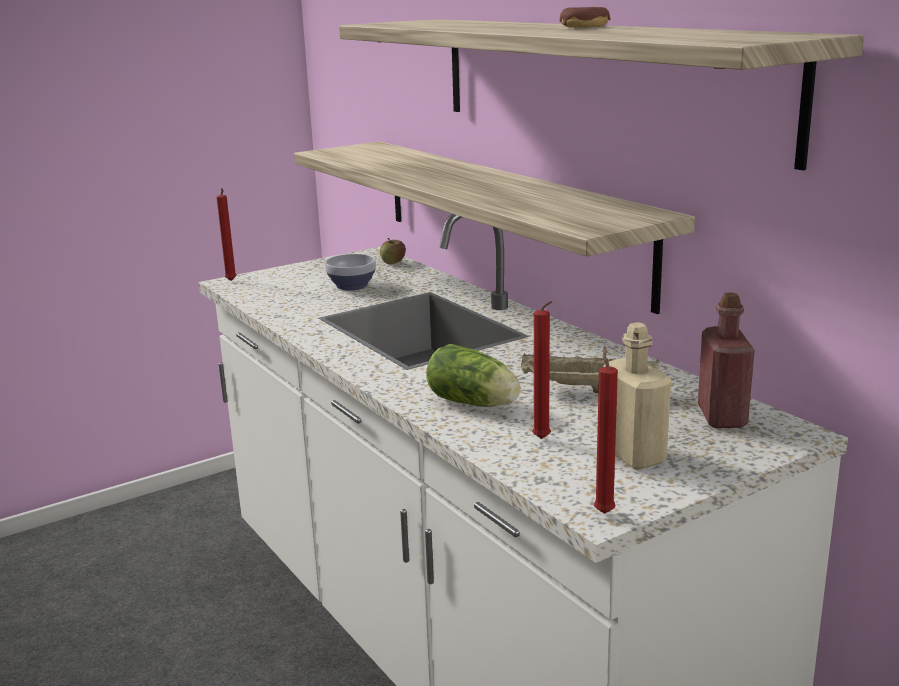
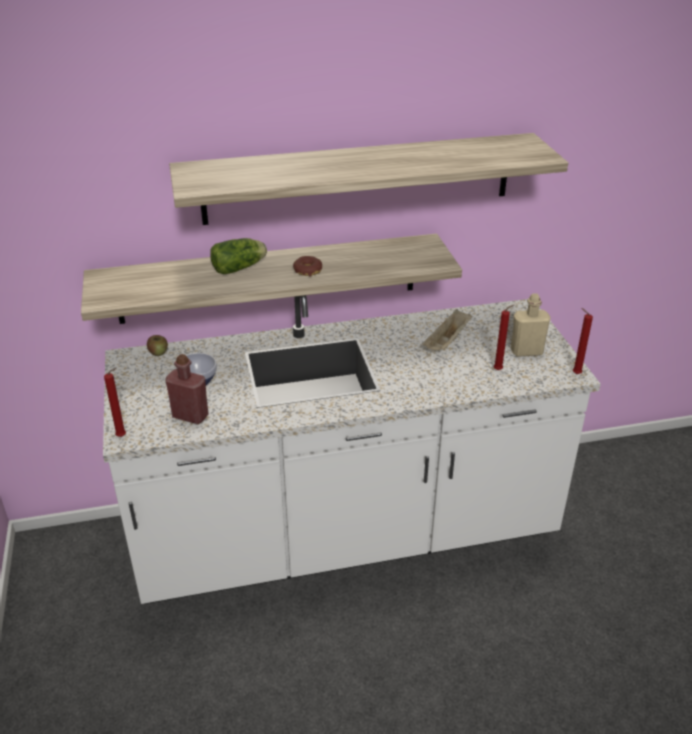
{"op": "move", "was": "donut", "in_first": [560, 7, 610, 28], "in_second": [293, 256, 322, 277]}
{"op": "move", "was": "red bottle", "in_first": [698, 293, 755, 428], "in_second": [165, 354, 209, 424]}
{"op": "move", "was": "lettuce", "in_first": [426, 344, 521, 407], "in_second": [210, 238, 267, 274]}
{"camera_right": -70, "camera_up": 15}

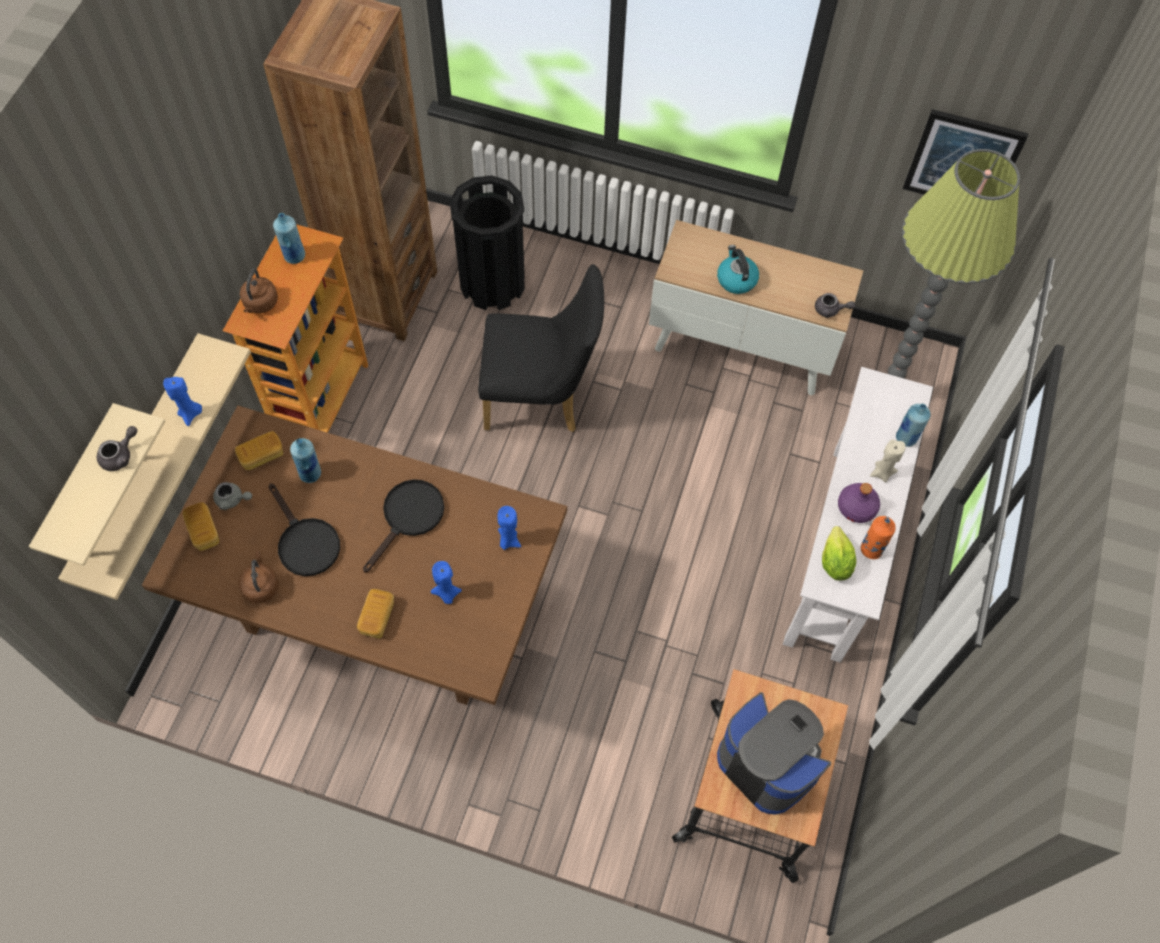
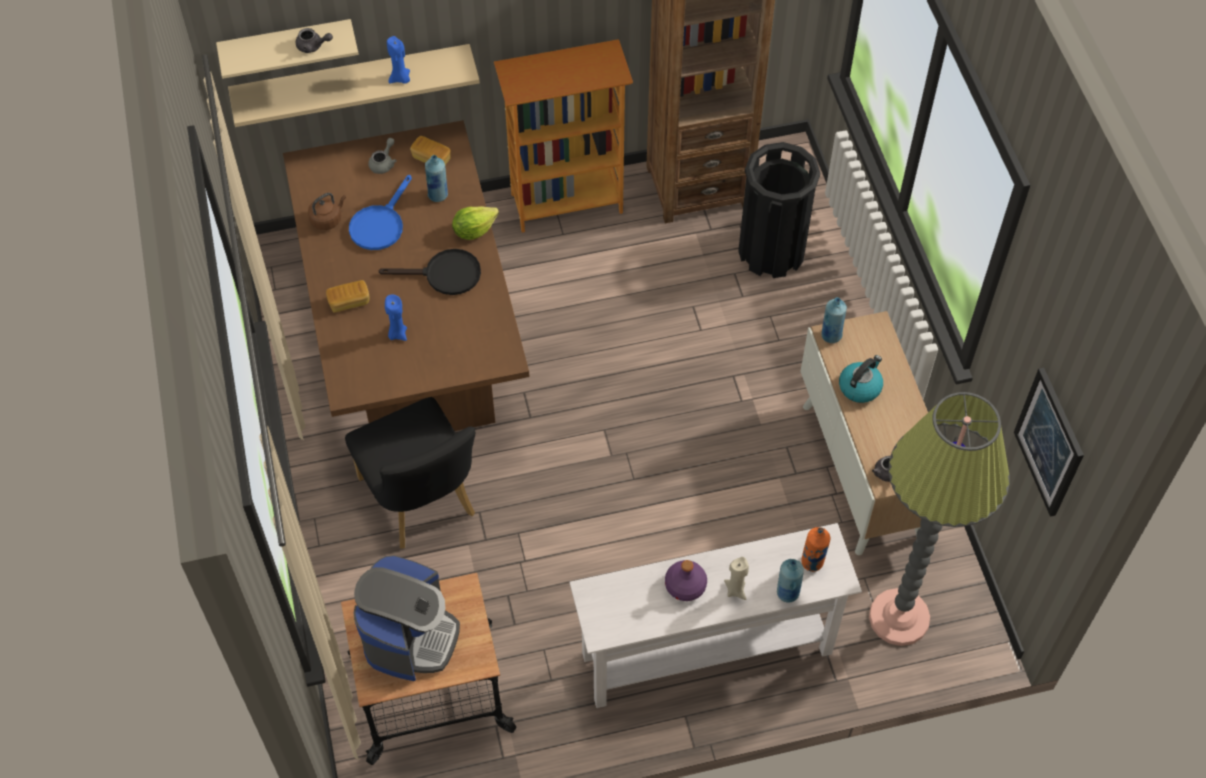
{"op": "move", "was": "blue bottle", "in_first": [273, 213, 305, 264], "in_second": [821, 297, 847, 343]}
{"op": "move", "was": "black chair", "in_first": [478, 264, 604, 432], "in_second": [345, 397, 475, 549]}
{"op": "delete", "was": "brown kettle", "in_first": [240, 269, 278, 313]}
{"op": "rotate", "was": "grey teapot", "in_first": [213, 482, 252, 510], "in_second": [368, 138, 397, 174], "clockwise": -135}
{"op": "recolor", "was": "black frying pan", "now": "blue frying pan", "in_first": [269, 483, 340, 576], "in_second": [349, 175, 412, 250]}
{"op": "delete", "was": "bread", "in_first": [183, 503, 219, 551]}
{"op": "delete", "was": "blue candle", "in_first": [498, 506, 521, 550]}
{"op": "move", "was": "orange bottle", "in_first": [861, 516, 896, 559], "in_second": [801, 527, 831, 572]}
{"op": "move", "was": "lettuce", "in_first": [822, 526, 856, 580], "in_second": [452, 206, 499, 240]}
{"camera_right": 60, "camera_up": -5}

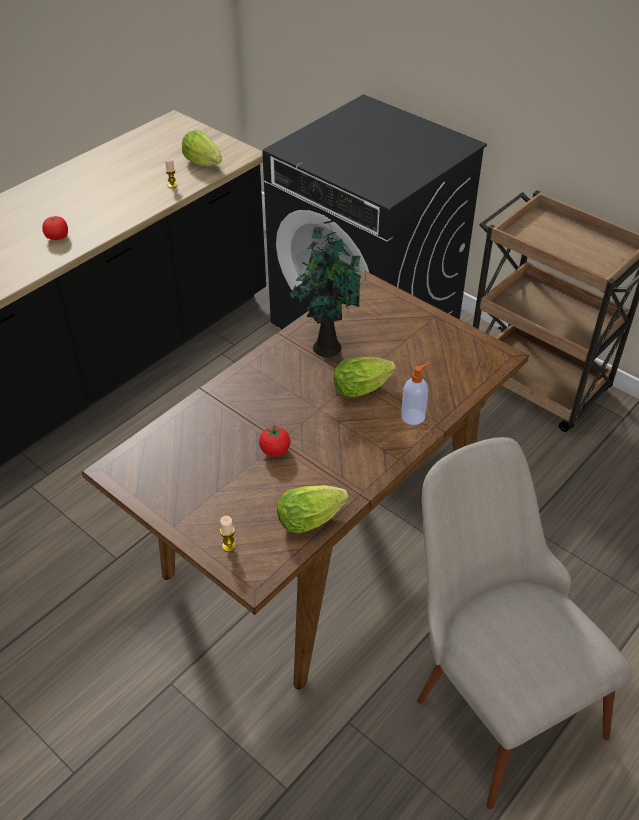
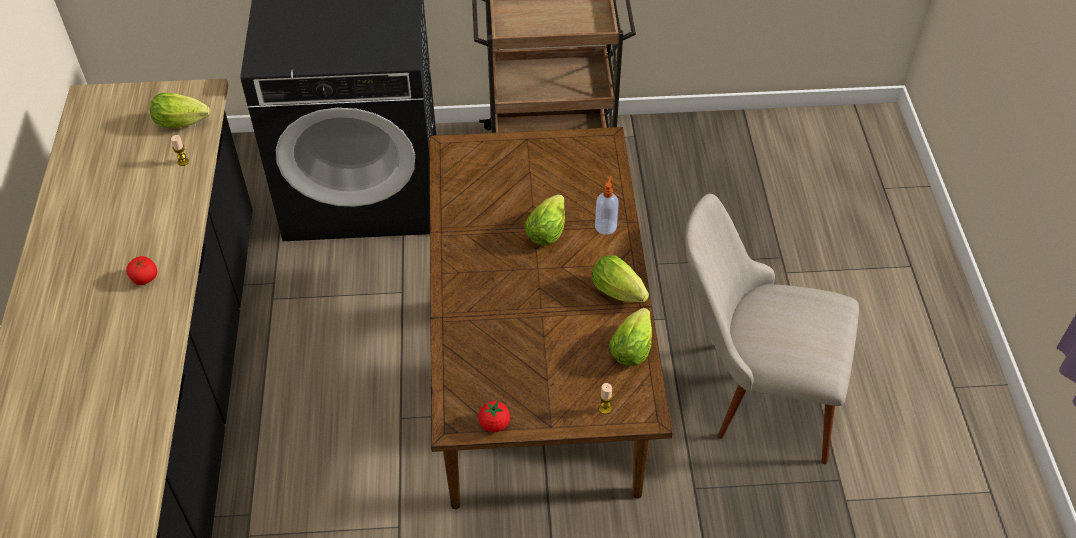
{"op": "delete", "was": "potted plant", "in_first": [290, 220, 361, 357]}
{"op": "move", "was": "tomato", "in_first": [259, 424, 290, 457], "in_second": [478, 401, 510, 432]}
{"op": "insert", "now": "lettuce", "in_second": [592, 255, 649, 302]}
{"camera_right": -45, "camera_up": 5}

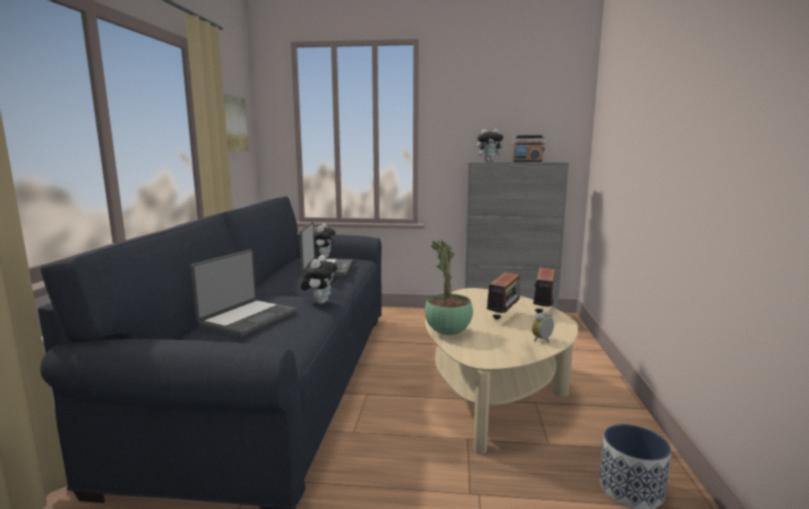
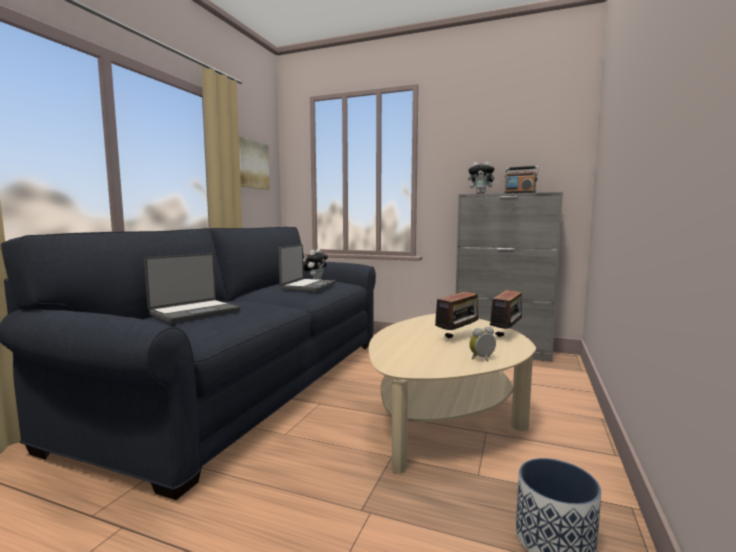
{"op": "delete", "was": "potted plant", "in_first": [425, 240, 473, 335]}
{"op": "delete", "was": "plush toy", "in_first": [301, 255, 337, 304]}
{"camera_right": 15, "camera_up": -5}

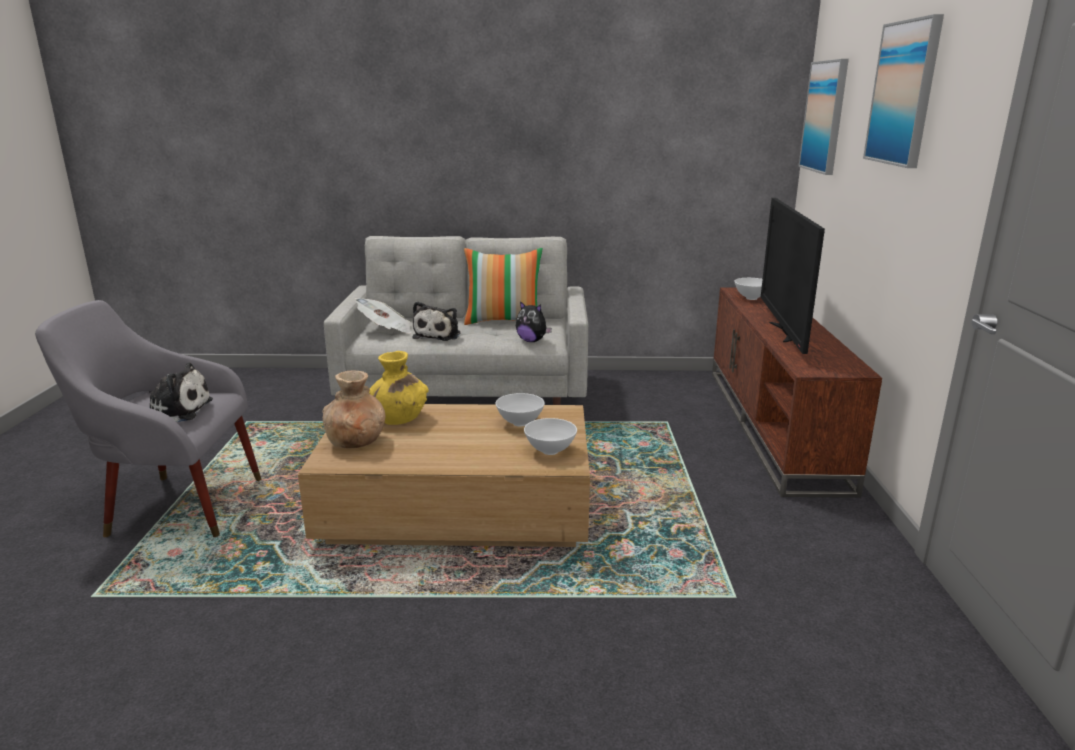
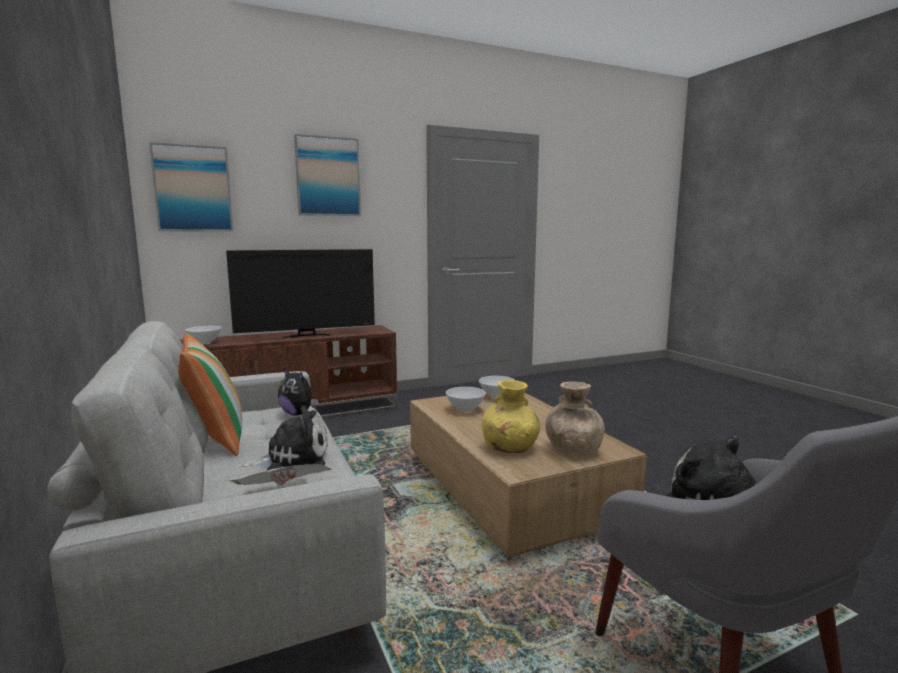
{"op": "rotate", "was": "plush toy", "in_first": [516, 301, 552, 342], "in_second": [278, 368, 318, 415], "clockwise": 120}
{"camera_right": -115, "camera_up": -10}

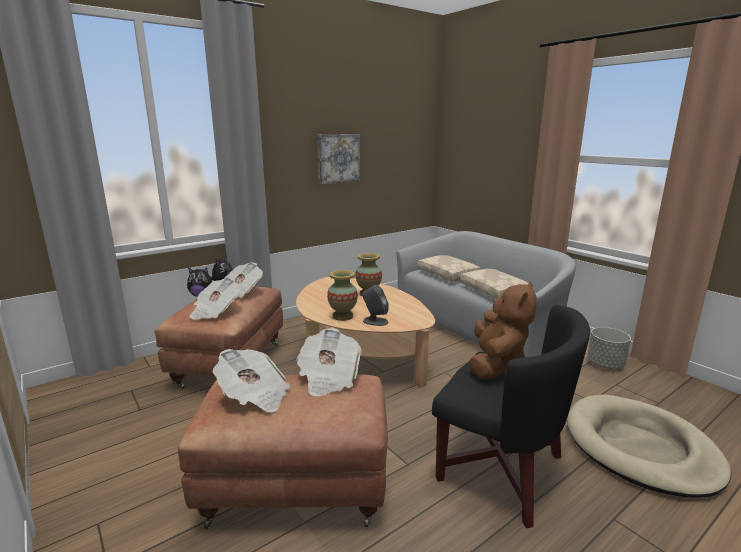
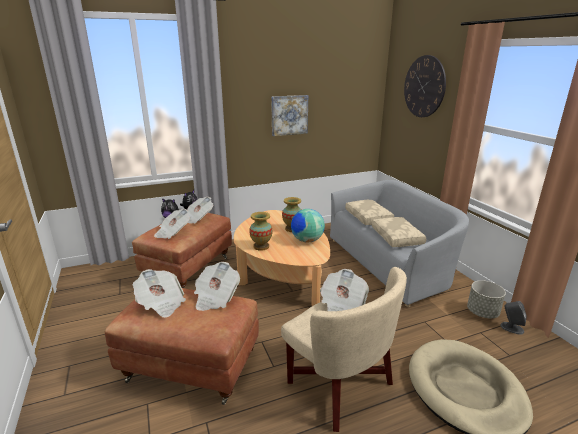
{"op": "replace", "was": "brown plush toy", "now": "newspaper", "in_first": [469, 281, 537, 379], "in_second": [320, 269, 369, 311]}
{"op": "move", "was": "grey speaker", "in_first": [362, 285, 389, 326], "in_second": [500, 301, 527, 335]}
{"op": "recolor", "was": "black armchair", "now": "beige armchair", "in_first": [432, 305, 590, 528], "in_second": [281, 267, 407, 432]}
{"op": "insert", "now": "wall clock", "in_second": [404, 55, 446, 117]}
{"op": "insert", "now": "globe", "in_second": [291, 209, 325, 243]}
{"camera_right": 15, "camera_up": 5}

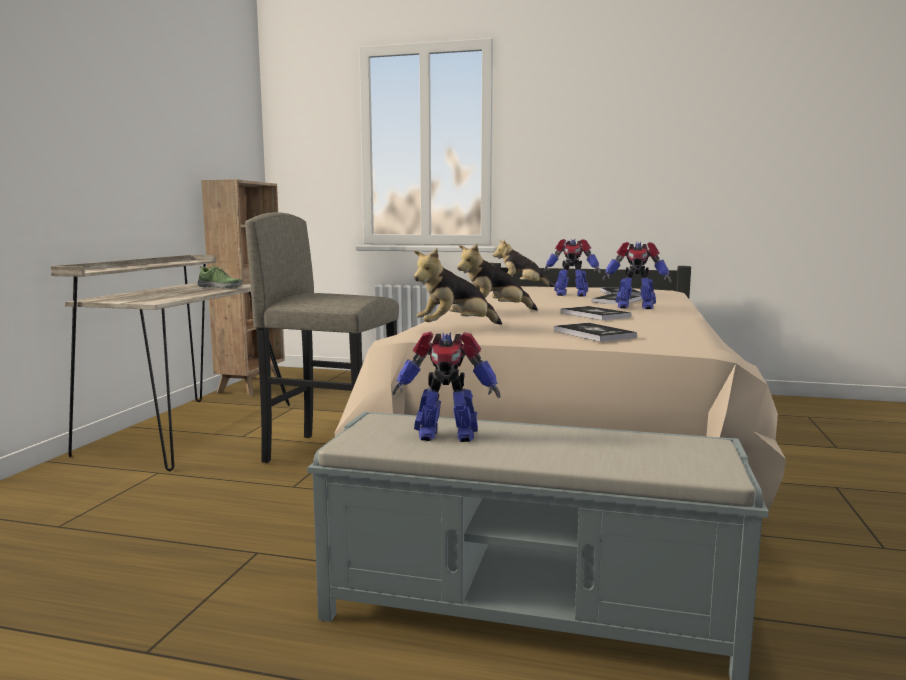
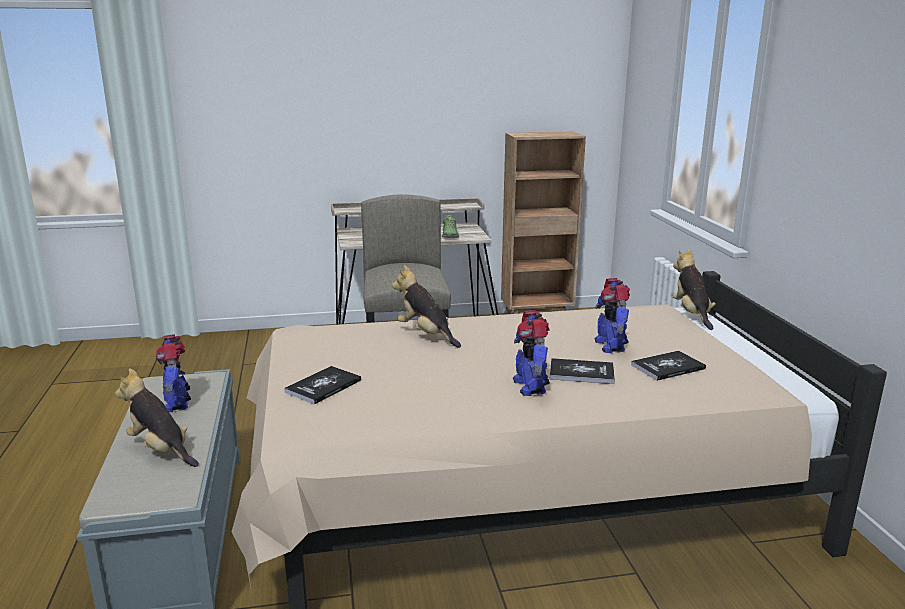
{"op": "move", "was": "plush toy", "in_first": [414, 248, 502, 325], "in_second": [115, 368, 199, 467]}
{"op": "delete", "was": "book", "in_first": [560, 306, 631, 320]}
{"camera_right": 65, "camera_up": 10}

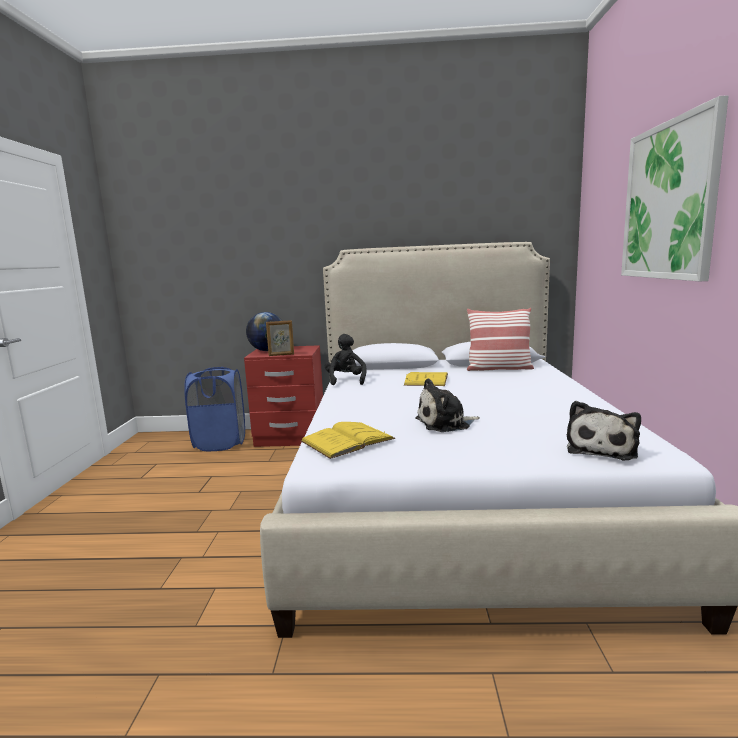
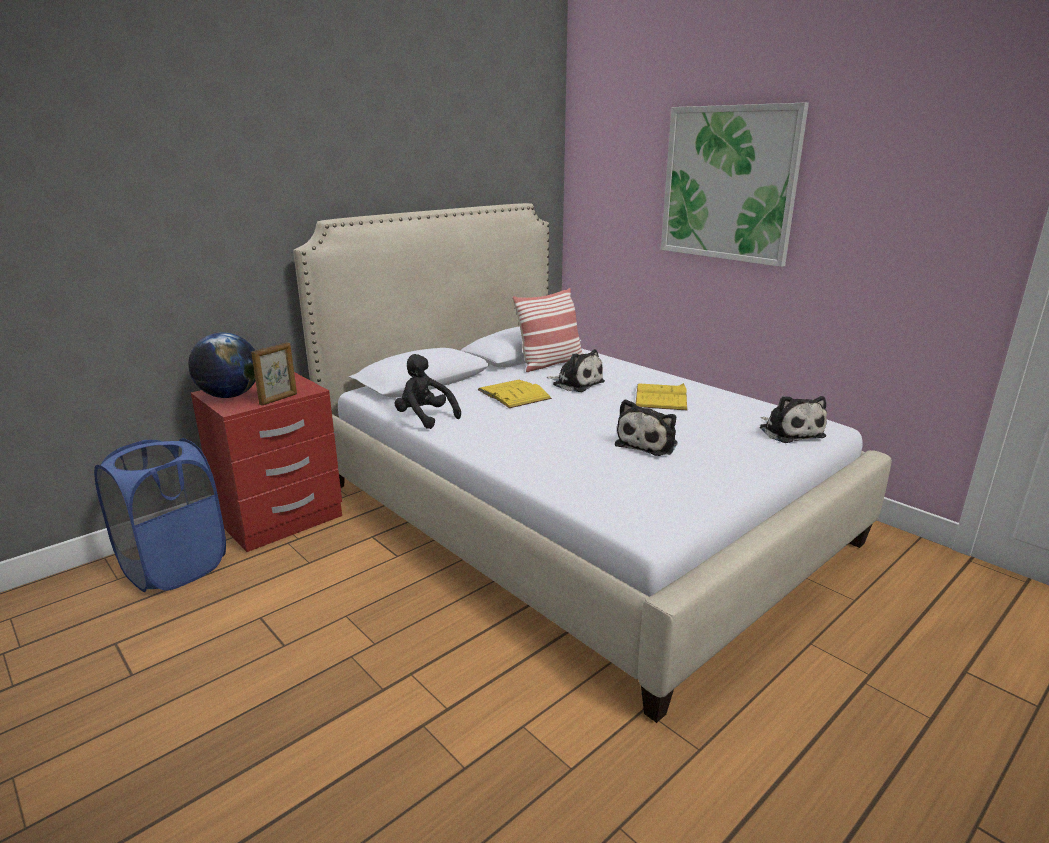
{"op": "move", "was": "yellow book", "in_first": [301, 422, 395, 459], "in_second": [636, 383, 687, 410]}
{"op": "insert", "now": "plush toy", "in_second": [547, 349, 605, 392]}
{"camera_right": -45, "camera_up": 10}

